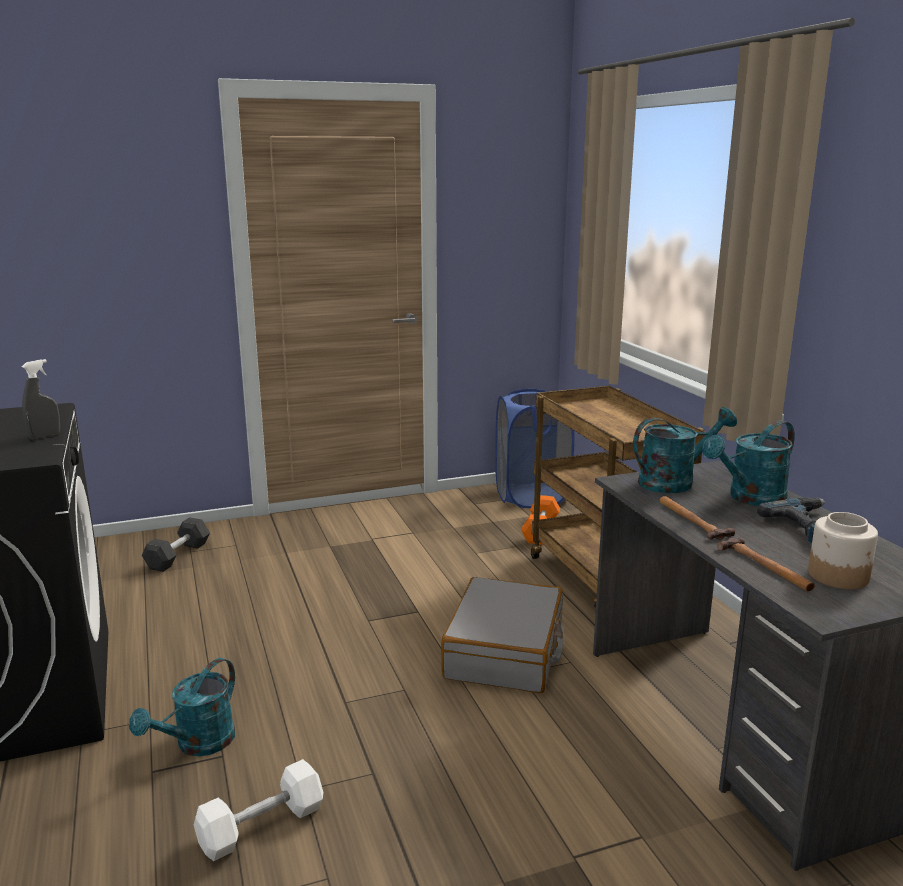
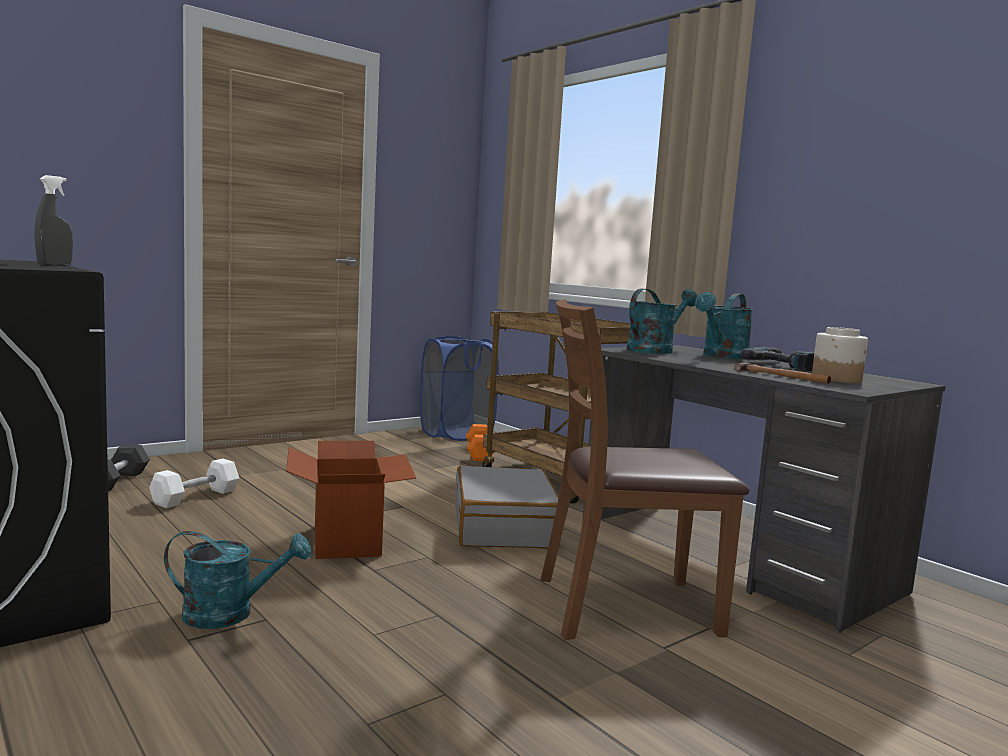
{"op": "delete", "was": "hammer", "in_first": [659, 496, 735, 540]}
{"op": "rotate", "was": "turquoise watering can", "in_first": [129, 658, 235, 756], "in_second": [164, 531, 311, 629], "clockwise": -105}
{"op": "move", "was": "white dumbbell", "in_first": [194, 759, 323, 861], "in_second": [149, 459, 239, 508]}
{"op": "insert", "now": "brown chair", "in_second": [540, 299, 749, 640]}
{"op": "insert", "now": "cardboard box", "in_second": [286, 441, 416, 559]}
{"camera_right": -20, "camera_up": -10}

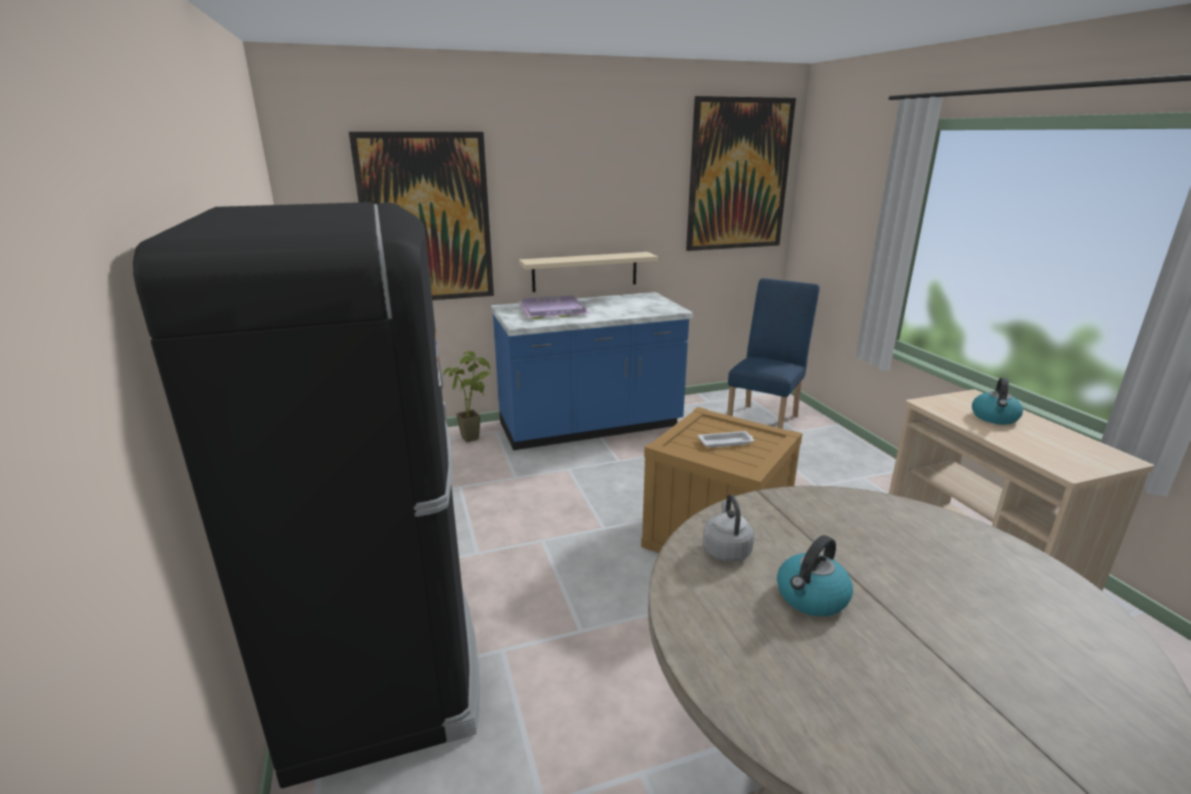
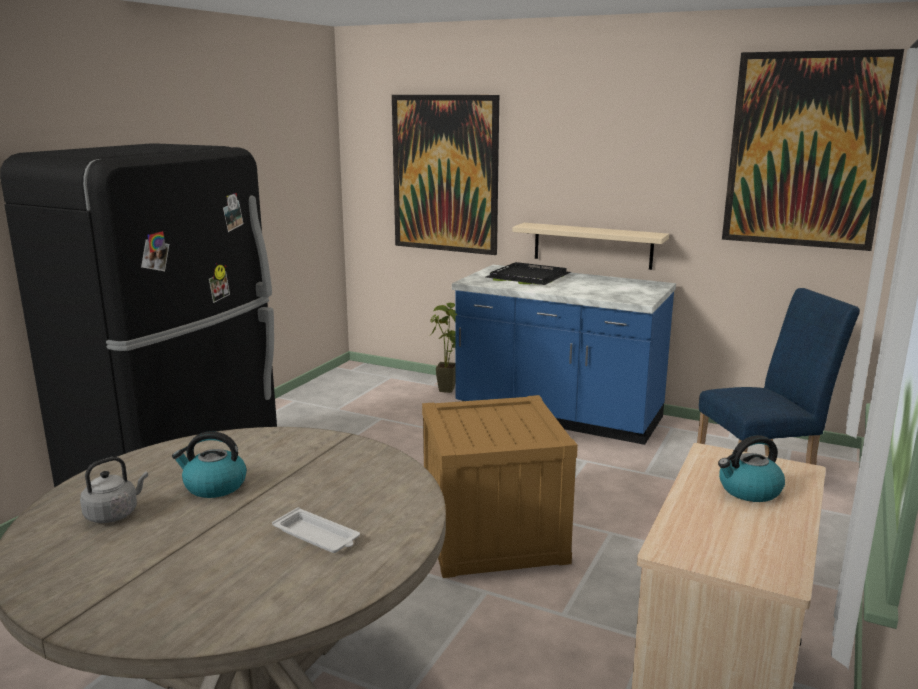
{"op": "recolor", "was": "purple tray", "now": "black tray", "in_first": [519, 295, 590, 319], "in_second": [486, 262, 571, 285]}
{"op": "move", "was": "white tray", "in_first": [698, 431, 754, 448], "in_second": [272, 507, 360, 553]}
{"op": "move", "was": "grey kettle", "in_first": [703, 494, 755, 562], "in_second": [80, 457, 148, 523]}
{"camera_right": 45, "camera_up": -5}

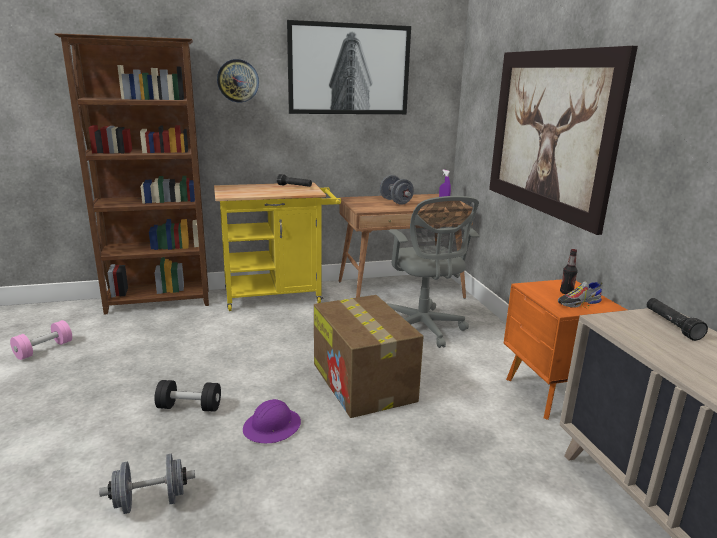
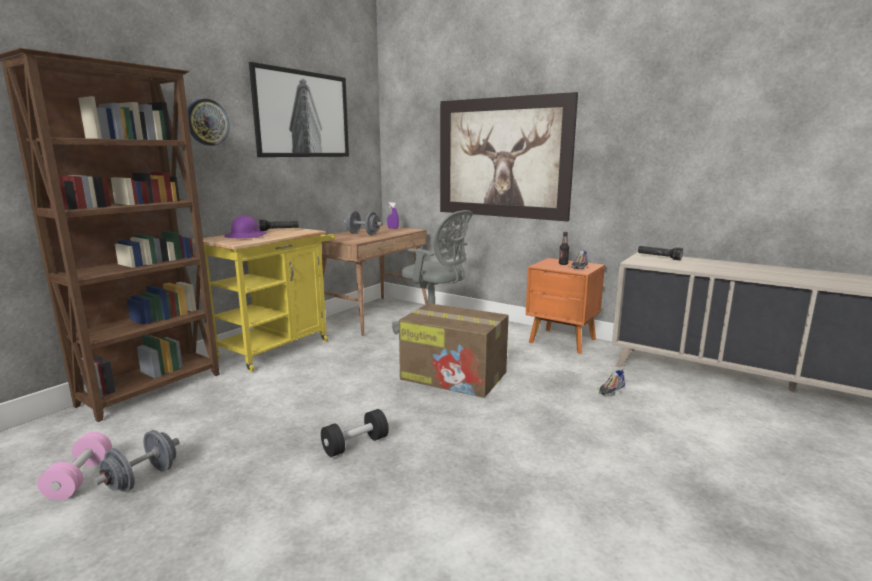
{"op": "move", "was": "purple hard hat", "in_first": [243, 399, 301, 443], "in_second": [224, 215, 267, 238]}
{"op": "move", "was": "grey dumbbell", "in_first": [99, 454, 195, 514], "in_second": [93, 430, 179, 492]}
{"op": "insert", "now": "shoe", "in_second": [597, 369, 625, 396]}
{"camera_right": -40, "camera_up": -5}

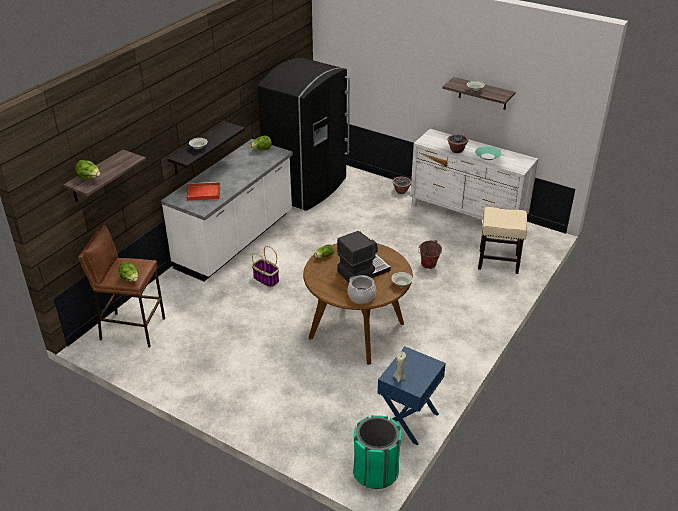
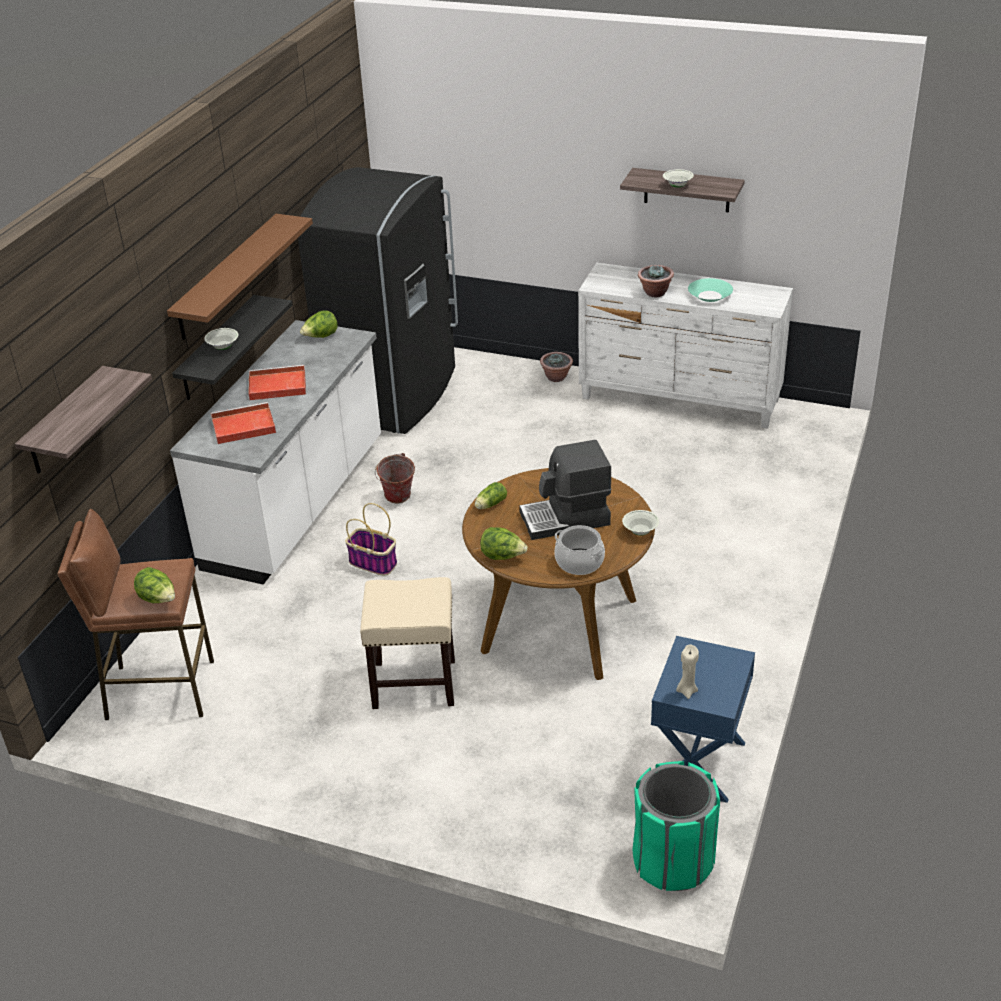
{"op": "move", "was": "lettuce", "in_first": [75, 160, 100, 179], "in_second": [480, 527, 528, 560]}
{"op": "move", "was": "beige stool", "in_first": [478, 207, 527, 274], "in_second": [360, 577, 455, 709]}
{"op": "rotate", "was": "coffee machine", "in_first": [337, 231, 391, 283], "in_second": [519, 440, 612, 540], "clockwise": -150}
{"op": "move", "was": "bucket", "in_first": [418, 240, 442, 269], "in_second": [375, 453, 415, 503]}
{"op": "insert", "now": "brown shelf", "in_second": [167, 214, 313, 340]}
{"op": "insert", "now": "red tray", "in_second": [249, 365, 306, 400]}
{"camera_right": -10, "camera_up": 0}

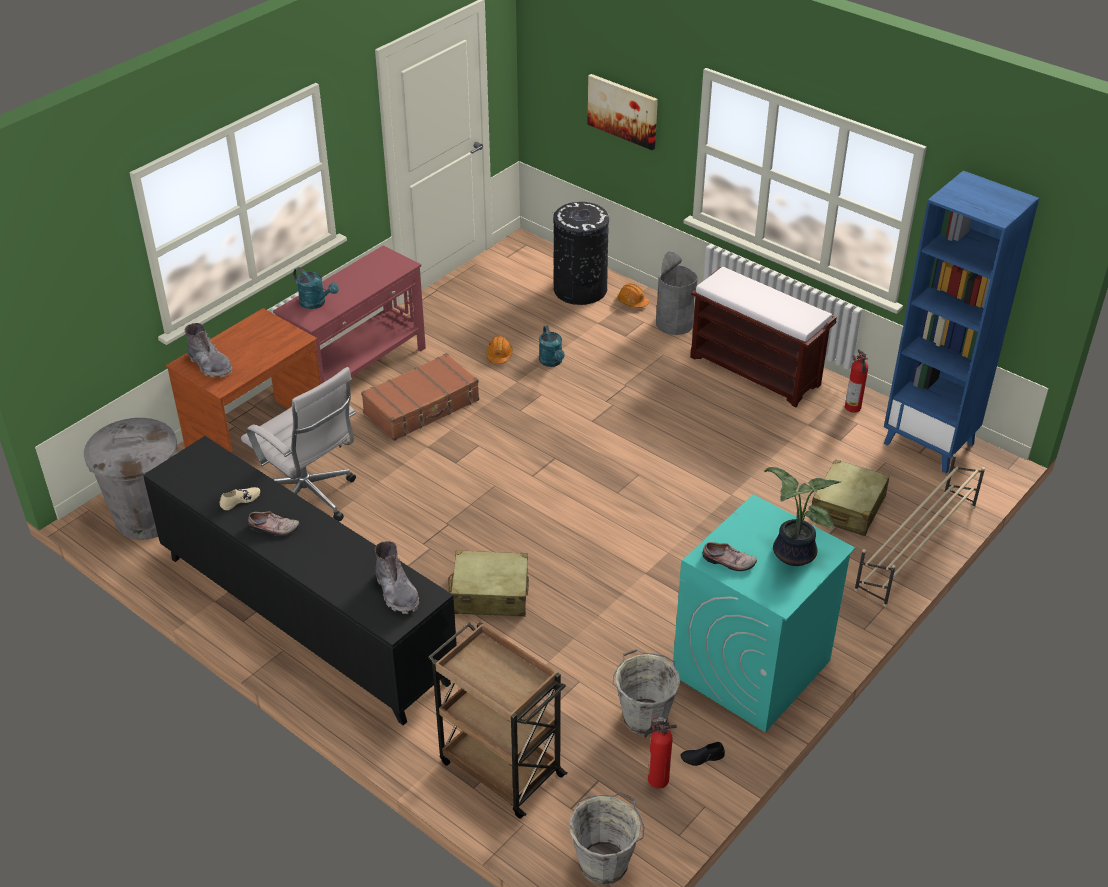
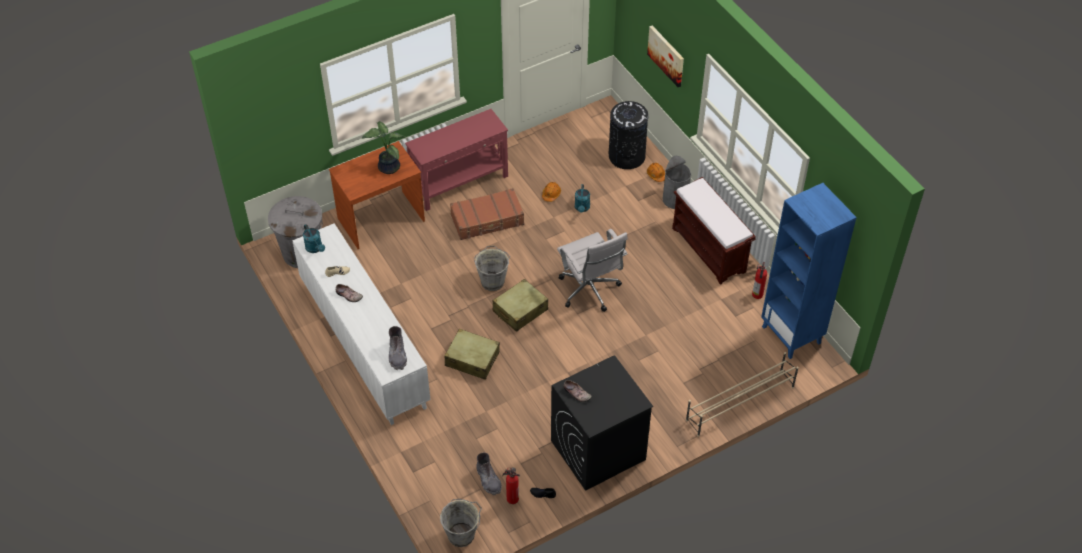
{"op": "move", "was": "turquoise watering can", "in_first": [293, 267, 339, 309], "in_second": [303, 224, 325, 253]}
{"op": "move", "was": "grey boot", "in_first": [185, 323, 232, 378], "in_second": [476, 453, 502, 495]}
{"op": "move", "was": "white office chair", "in_first": [241, 367, 356, 521], "in_second": [557, 229, 627, 312]}
{"op": "recolor", "was": "black cabinet", "now": "white cabinet", "in_first": [143, 436, 457, 725], "in_second": [292, 223, 430, 425]}
{"op": "move", "was": "beige suitcase", "in_first": [811, 459, 889, 536], "in_second": [493, 279, 548, 332]}
{"op": "move", "was": "potted plant", "in_first": [764, 467, 841, 566], "in_second": [362, 121, 406, 174]}
{"op": "recolor", "was": "turquoise washing machine", "now": "black washing machine", "in_first": [673, 495, 855, 733], "in_second": [551, 355, 653, 491]}
{"op": "delete", "was": "brown cart", "in_first": [428, 622, 568, 819]}
{"op": "move", "was": "grey bucket", "in_first": [613, 649, 680, 736], "in_second": [474, 246, 510, 291]}
{"camera_right": 20, "camera_up": 10}

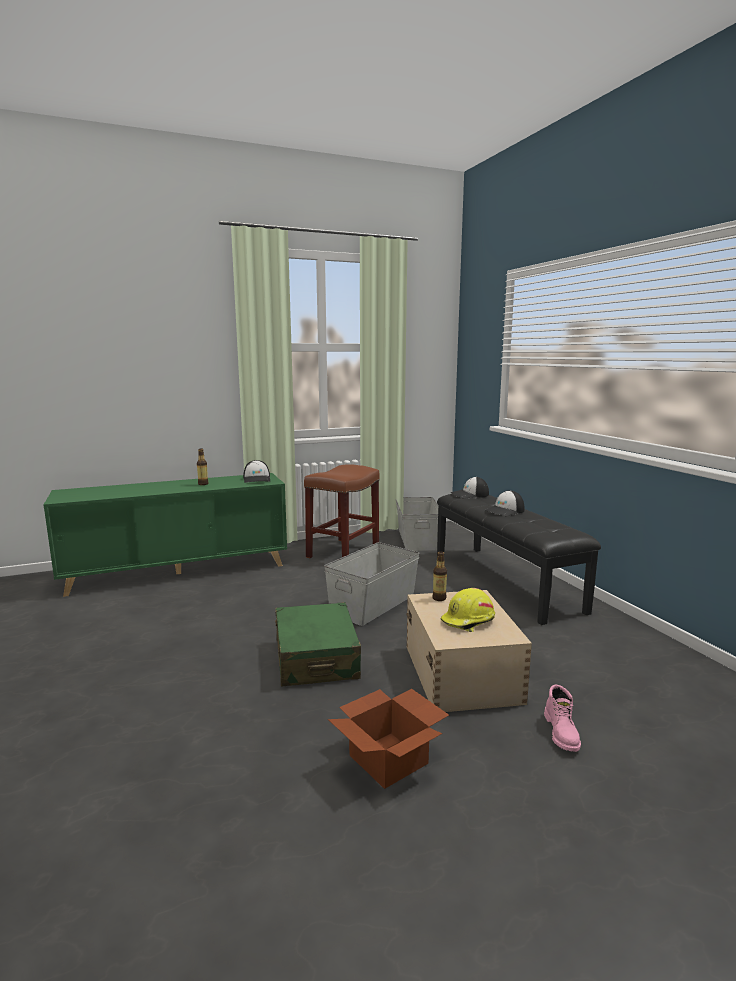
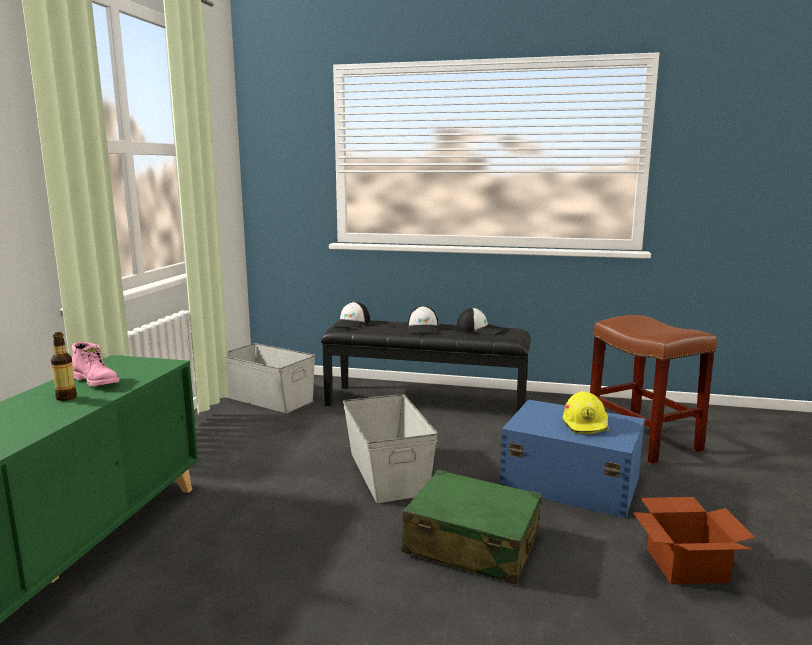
{"op": "move", "was": "cap", "in_first": [243, 460, 270, 483], "in_second": [457, 308, 503, 335]}
{"op": "move", "was": "brown stool", "in_first": [304, 464, 380, 558], "in_second": [590, 315, 717, 464]}
{"op": "delete", "was": "bottle", "in_first": [432, 551, 447, 601]}
{"op": "recolor", "was": "beige storage box", "now": "blue storage box", "in_first": [406, 590, 532, 712], "in_second": [500, 399, 645, 518]}
{"op": "move", "was": "pink boot", "in_first": [544, 685, 581, 752], "in_second": [72, 342, 119, 386]}
{"camera_right": -55, "camera_up": 0}

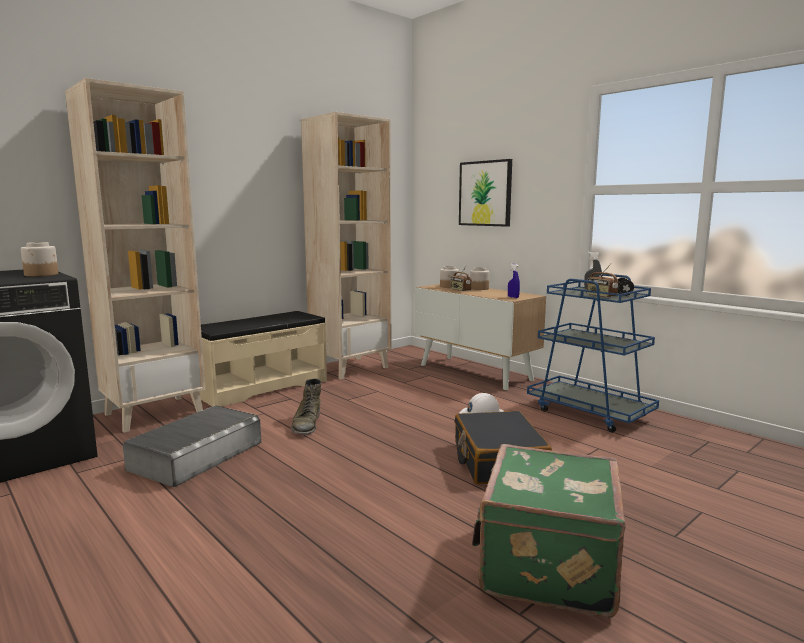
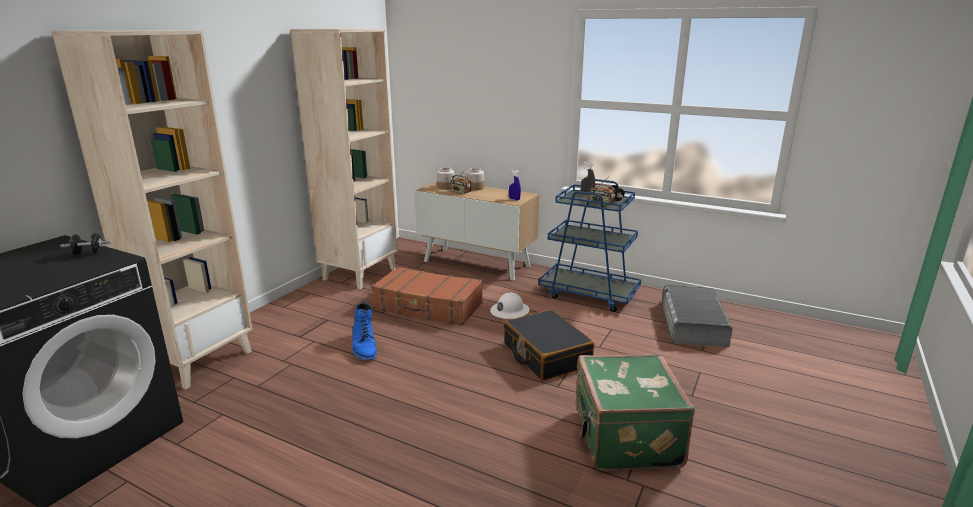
{"op": "delete", "was": "picture", "in_first": [459, 159, 512, 227]}
{"op": "replace", "was": "jar", "now": "black dumbbell", "in_first": [21, 242, 58, 276], "in_second": [60, 233, 112, 255]}
{"op": "delete", "was": "beige bench", "in_first": [199, 311, 327, 407]}
{"op": "recolor", "was": "green boot", "now": "blue boot", "in_first": [291, 378, 321, 435], "in_second": [352, 303, 377, 360]}
{"op": "move", "was": "grey storage box", "in_first": [123, 405, 261, 487], "in_second": [661, 285, 733, 347]}
{"op": "insert", "now": "brown suitcase", "in_second": [371, 267, 483, 326]}
{"camera_right": -20, "camera_up": 10}

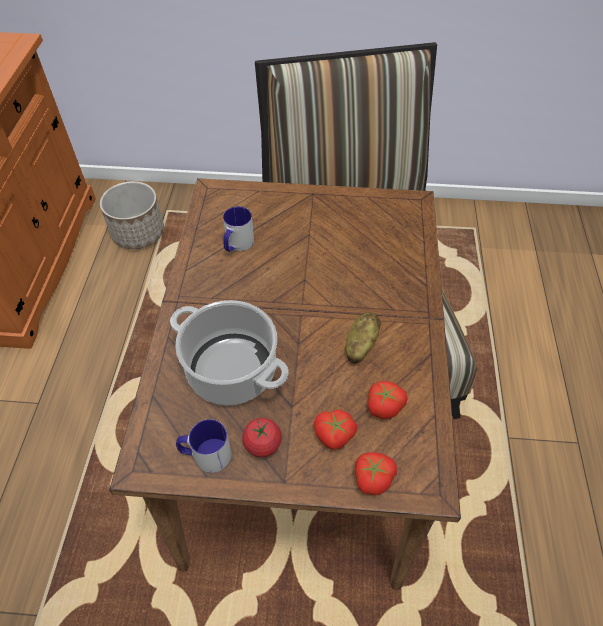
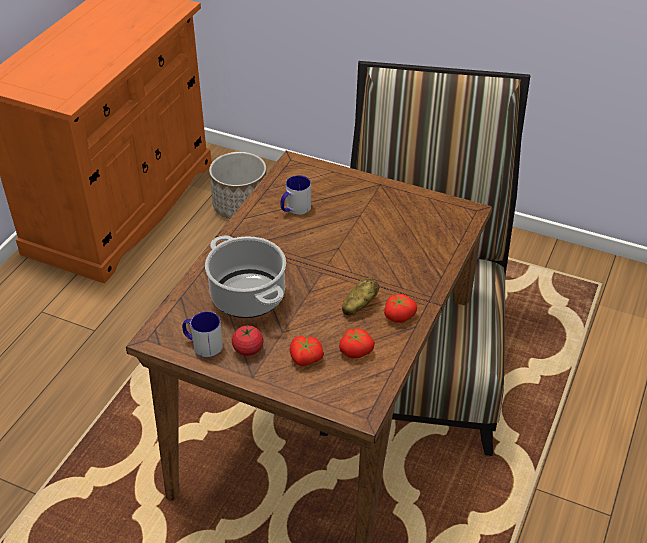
{"op": "move", "was": "tomato", "in_first": [355, 452, 397, 495], "in_second": [384, 294, 417, 323]}
{"camera_right": 20, "camera_up": -10}

